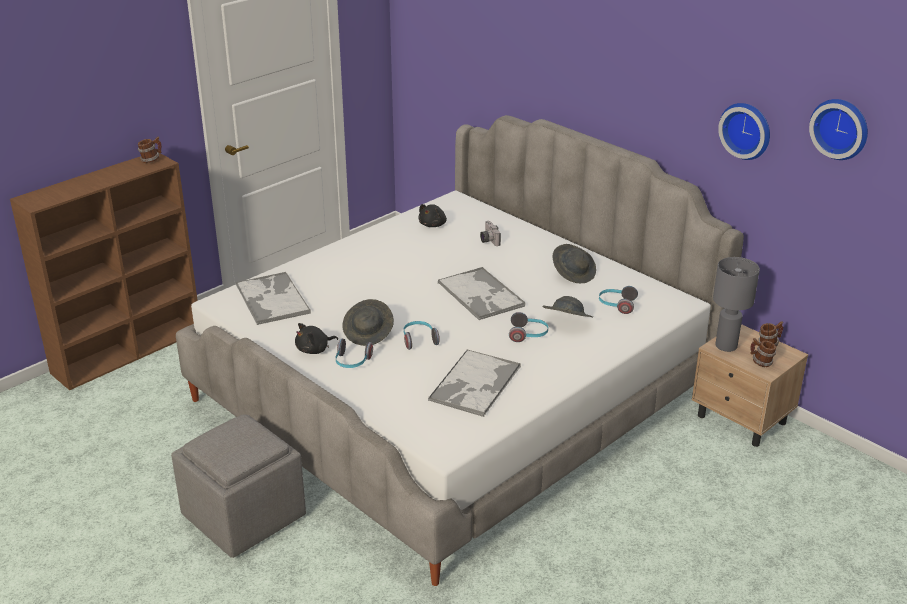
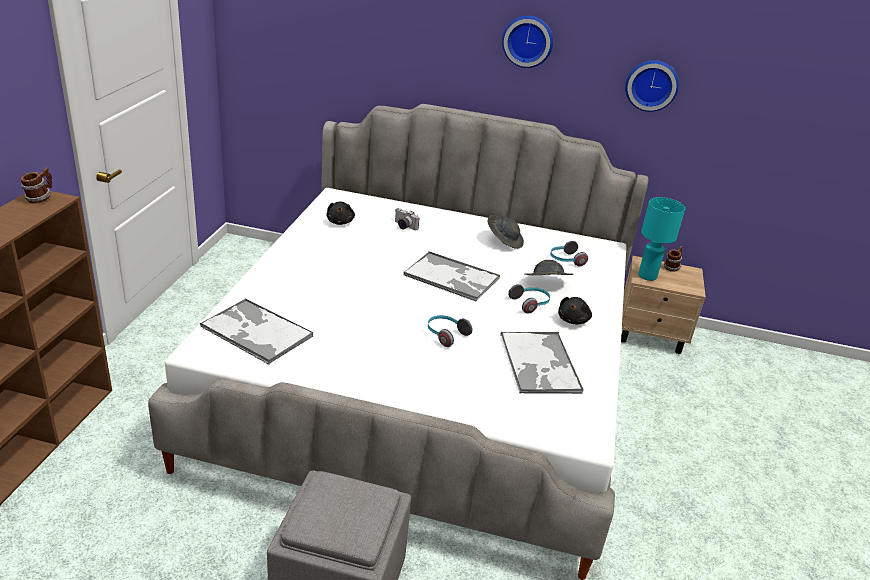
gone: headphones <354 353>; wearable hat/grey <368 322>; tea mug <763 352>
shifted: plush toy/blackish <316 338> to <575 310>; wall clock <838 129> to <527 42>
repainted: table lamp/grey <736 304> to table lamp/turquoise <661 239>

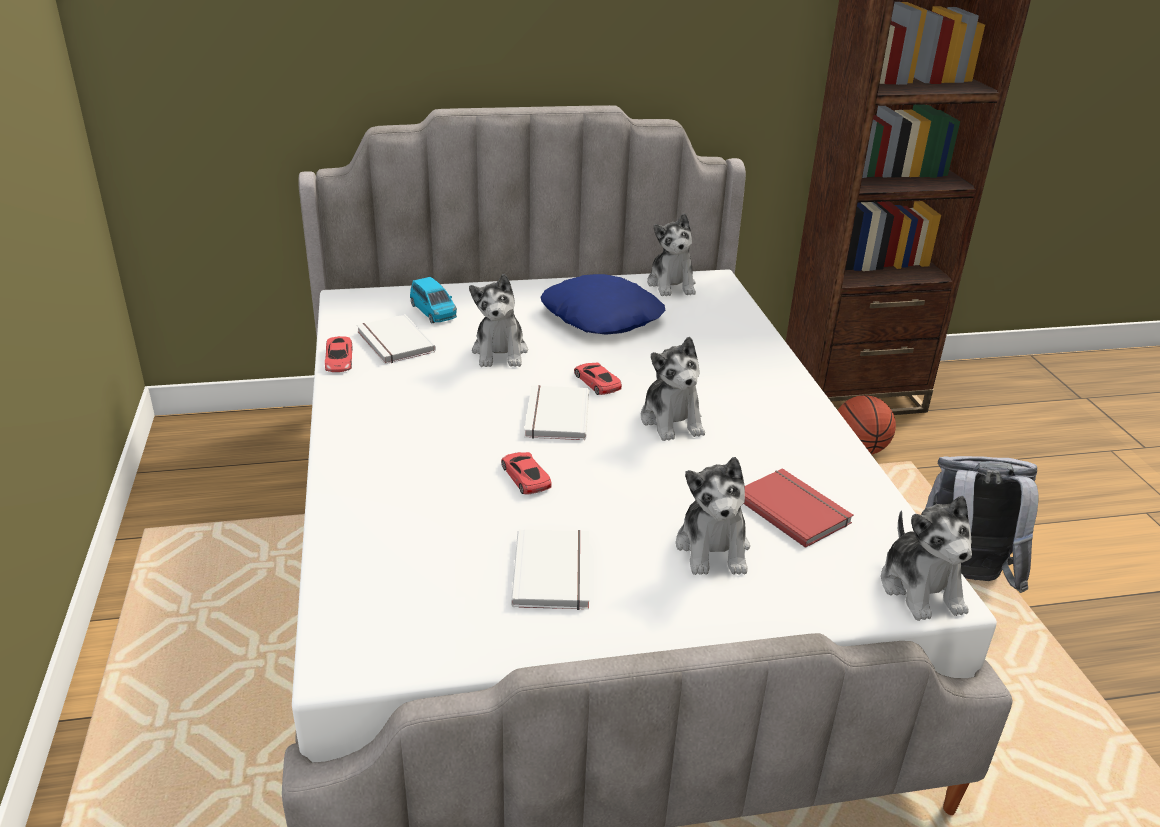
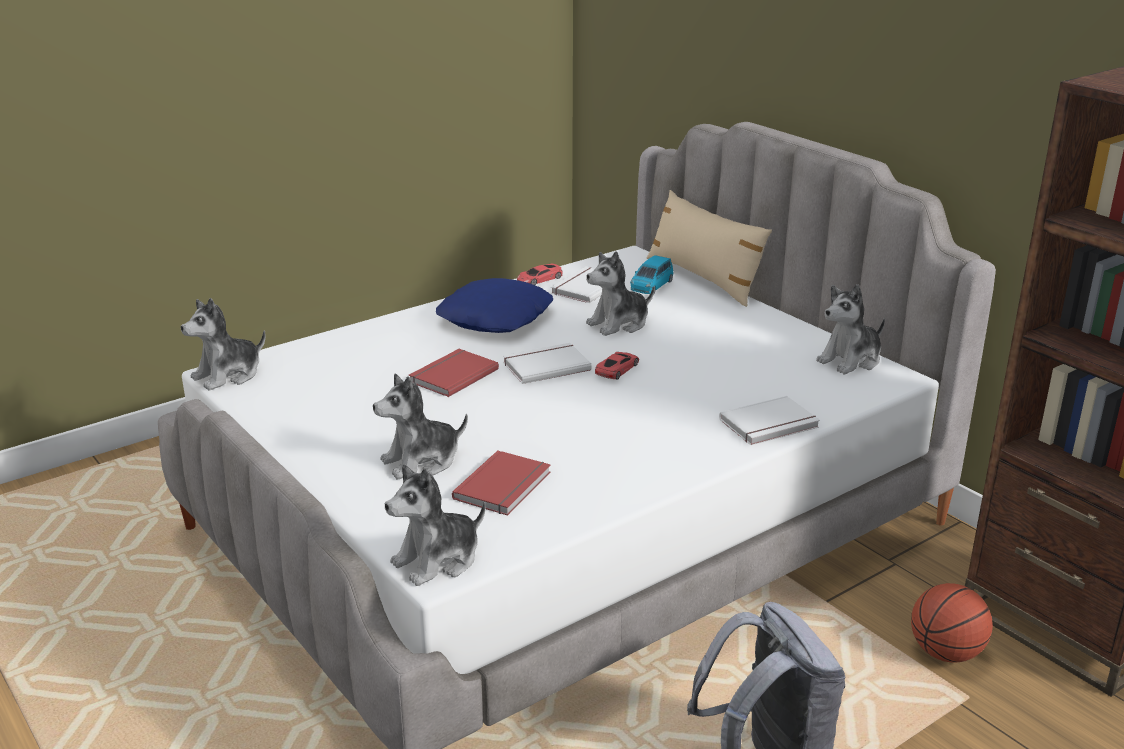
new: pillow/beige <709 248>
shifted: book/white <550 569> to <769 420>; pillow/blue <603 304> to <494 305>; plush toy <673 389> to <223 344>
swapped: miniature car/reddish <526 473> to book/reddish <454 373>

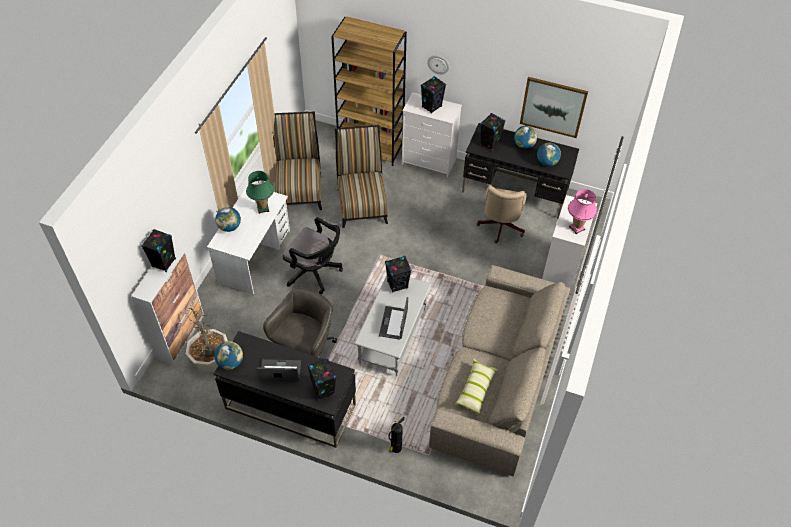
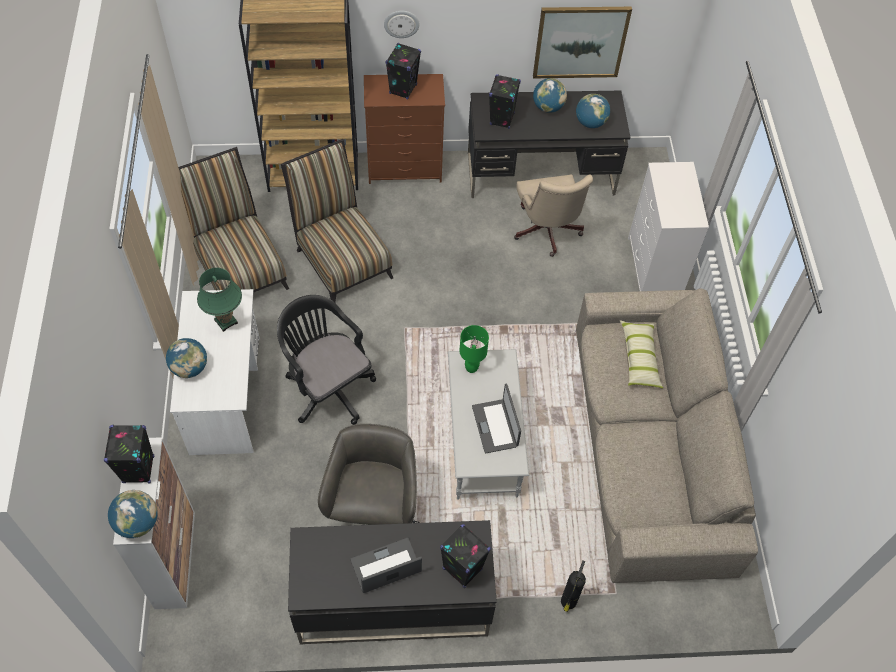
gone: plant in a pot <207 339>; table lamp/pink <582 211>
shifted: desk globe <228 355> to <133 514>; pillow <476 386> to <641 354>
swapped: speaker/blackish <398 274> to table lamp/green-coloured <474 349>
repainted: drawer chest/white <432 134> to drawer chest/brown <404 129>
rotated: desk chair/blackish <313 255> = <326 360> 135 degrees counterclockwise

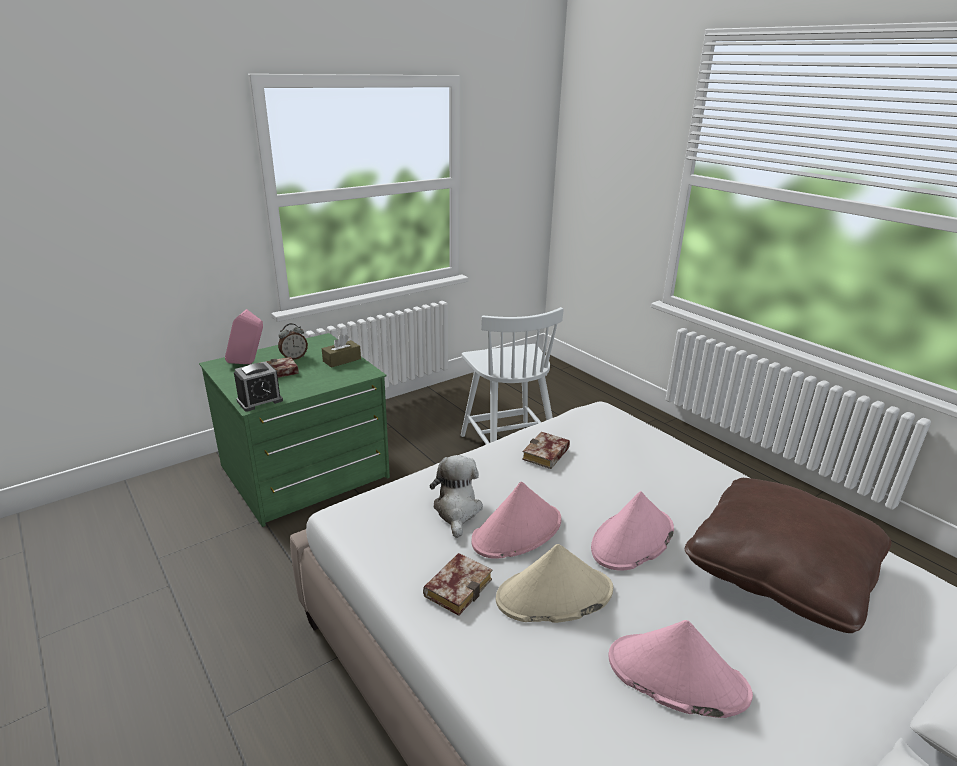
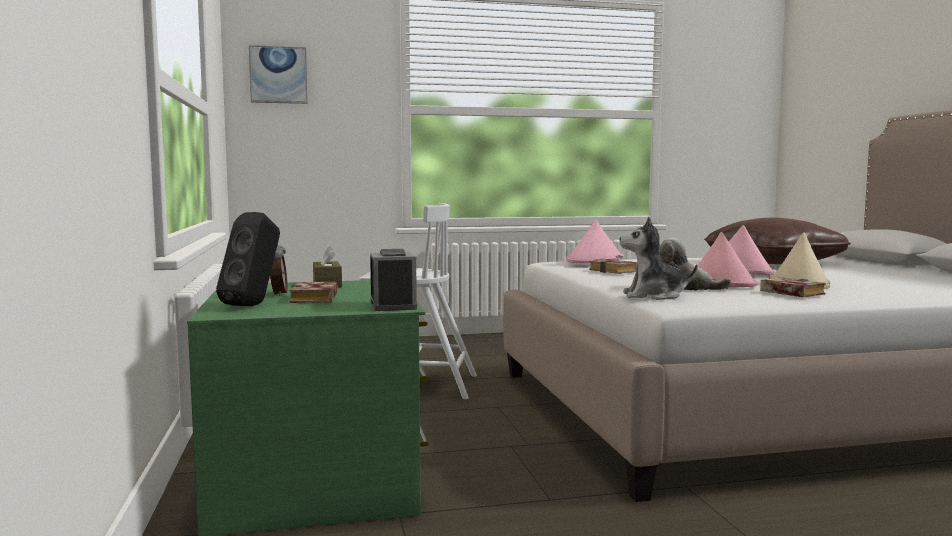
new: wall art <278 74>; plush toy <658 258>
shifted: wearable hat/pink <680 669> to <595 241>
repainted: speaker/pink <244 336> to speaker/blackish <248 259>

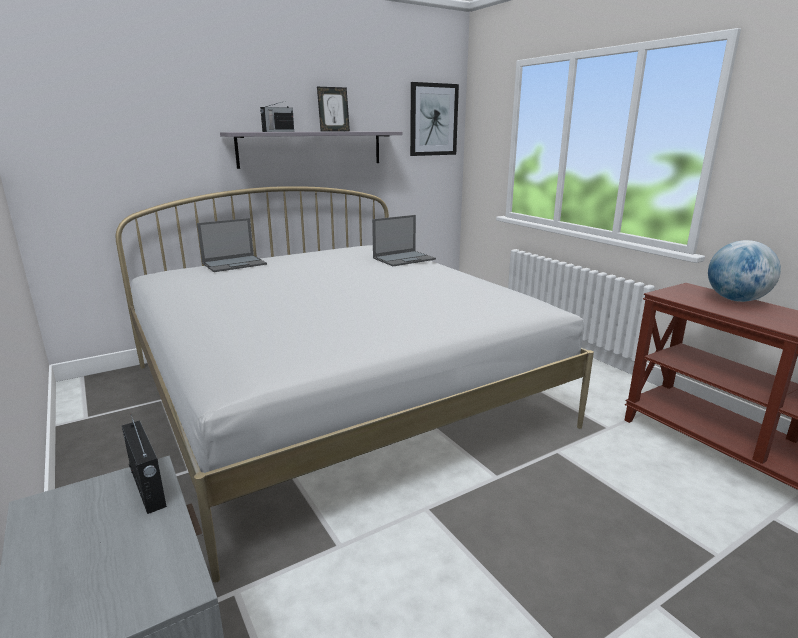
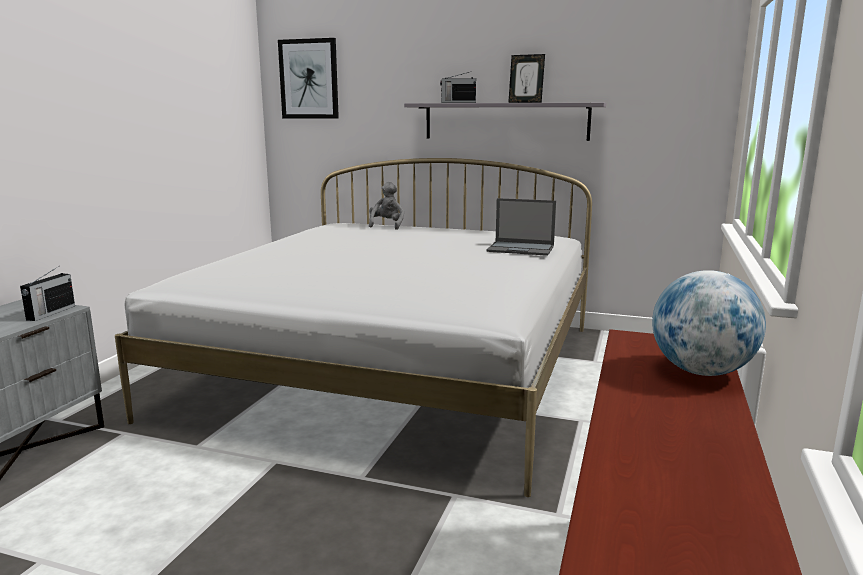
shifted: wall art <434 119> to <308 78>
swapped: notebook computer <232 245> to plush toy/grey <386 206>

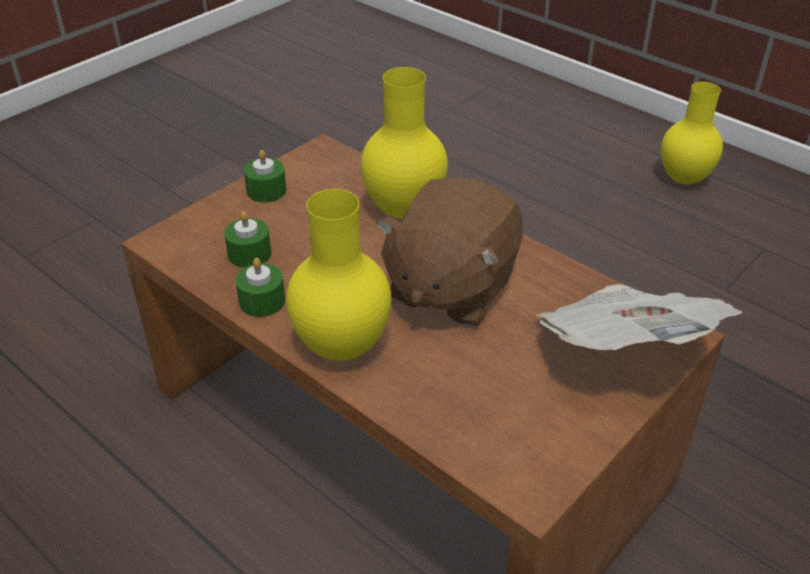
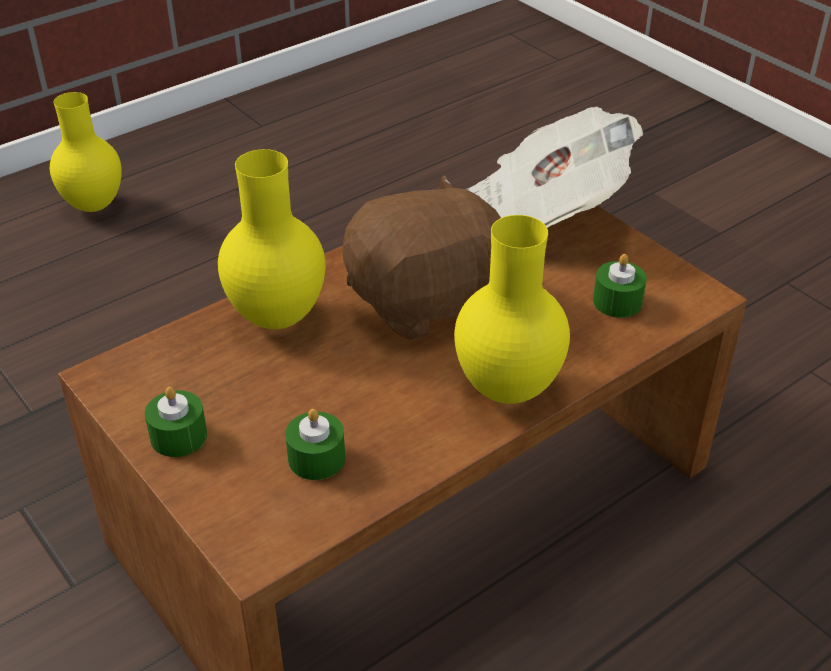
shifted: wax candle/green-coloured <260 287> to <620 286>
rotated: plush toy/brown <449 251> = <421 257> 60 degrees counterclockwise

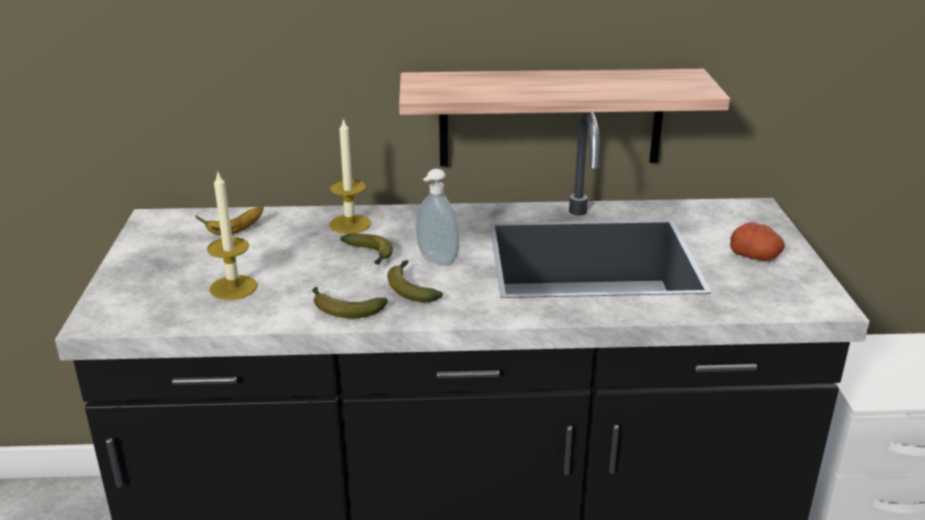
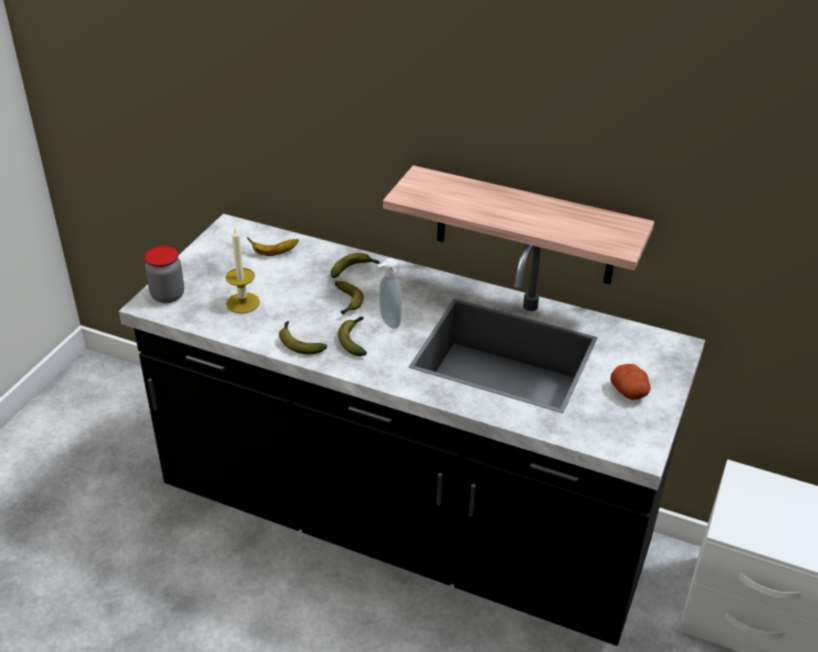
new: jar <164 274>
swapped: wax candle <350 176> to banana <355 265>

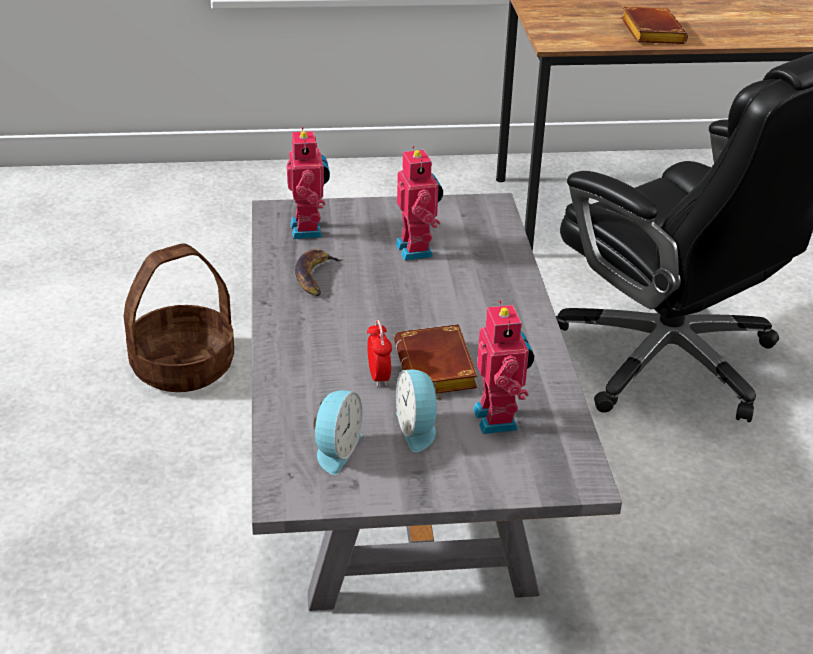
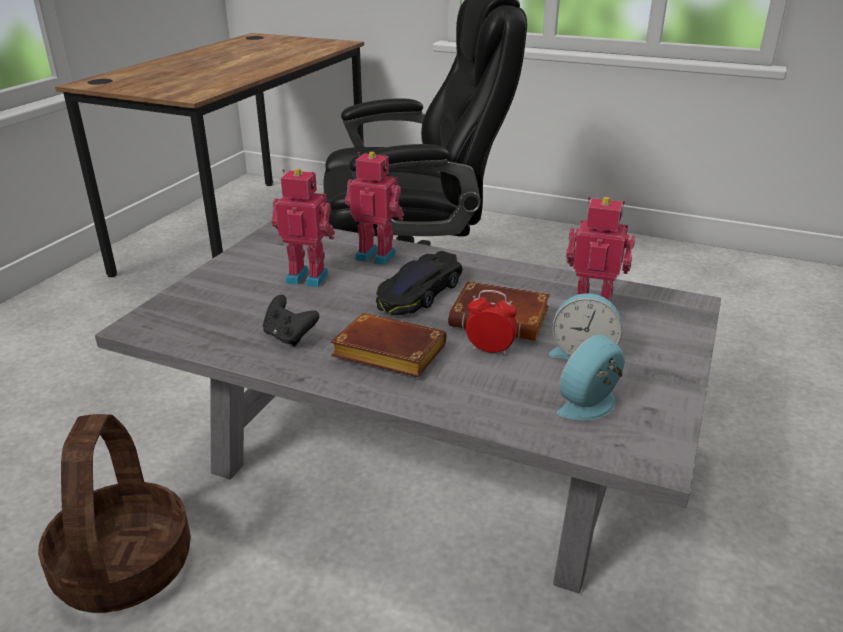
new: miniature car/blackish <419 283>
shifted: model robot <308 183> to <374 208>; book/brown <654 25> to <389 345>
swapped: banana <319 272> to joypad/blackish <291 321>
rotated: table clock <337 432> = <591 377> 90 degrees counterclockwise

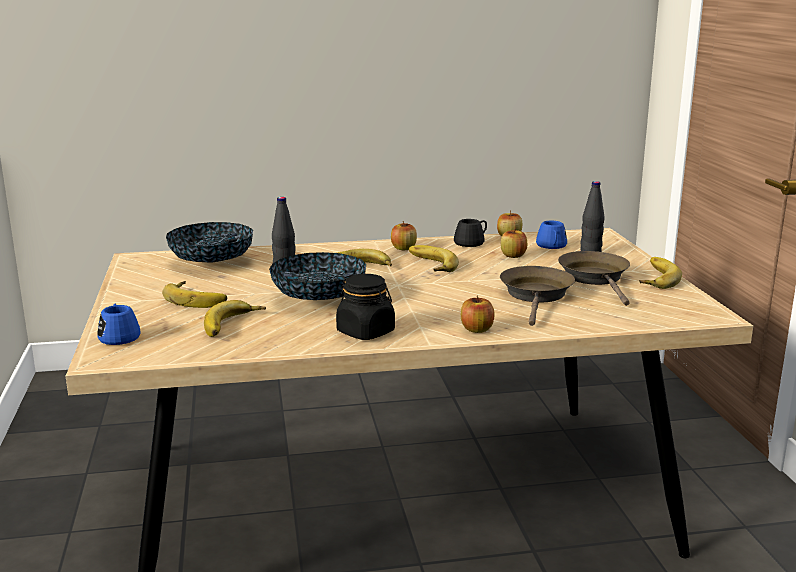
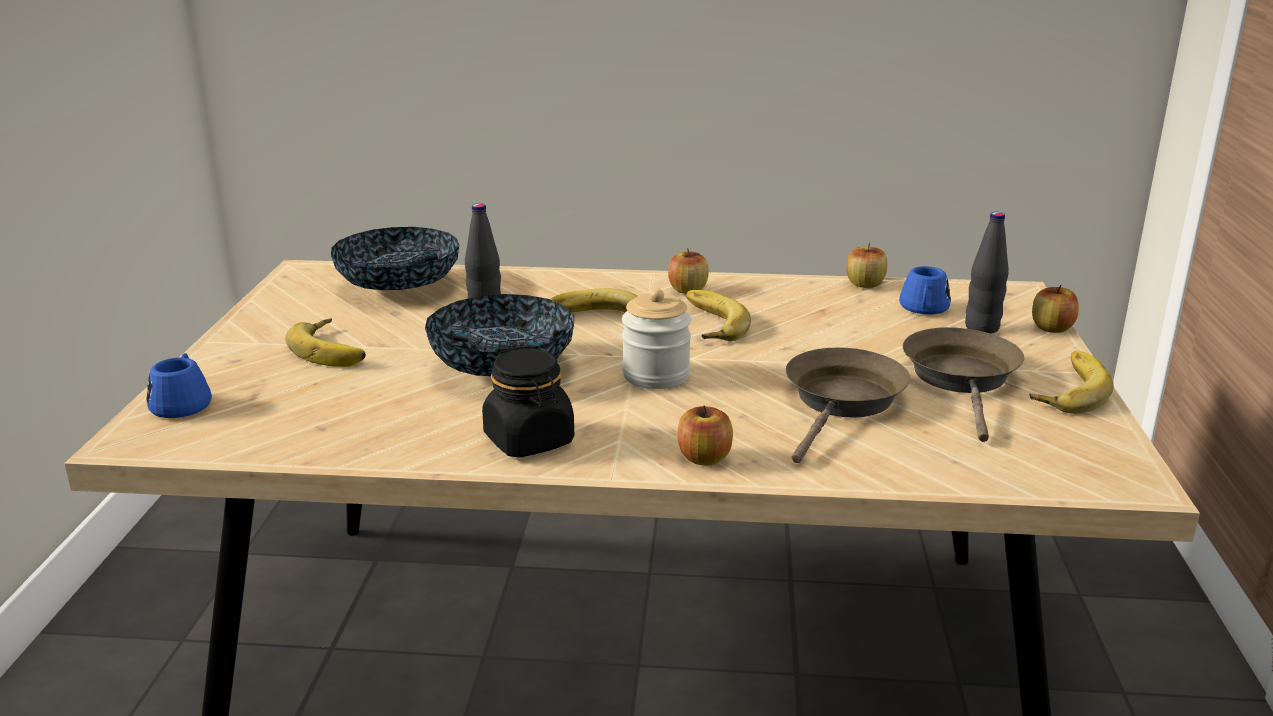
gone: banana <235 318>; tea mug/blackish <470 233>
new: jar <656 338>
shifted: apple <514 243> to <1055 309>

